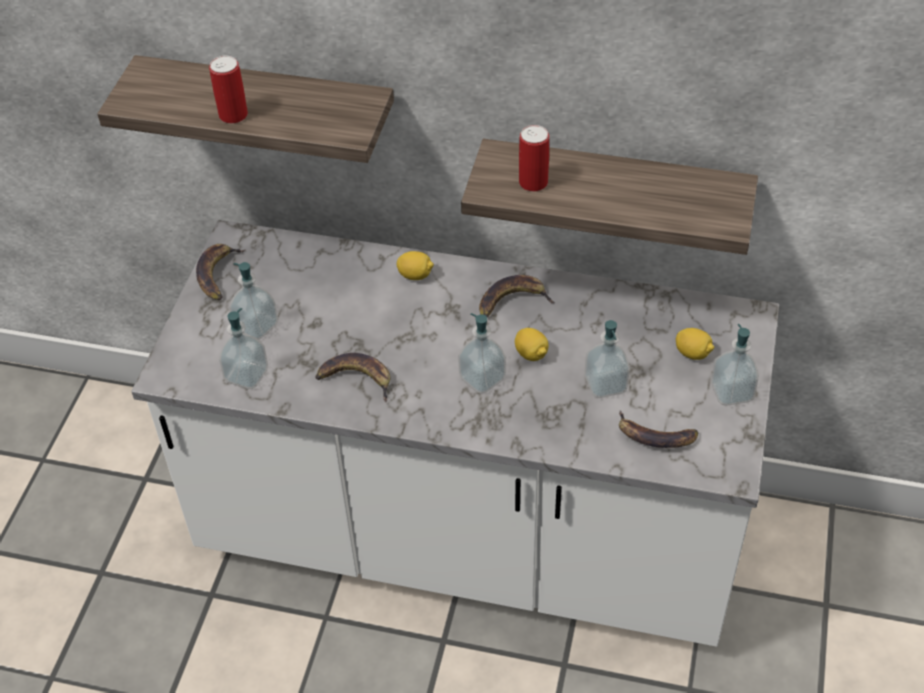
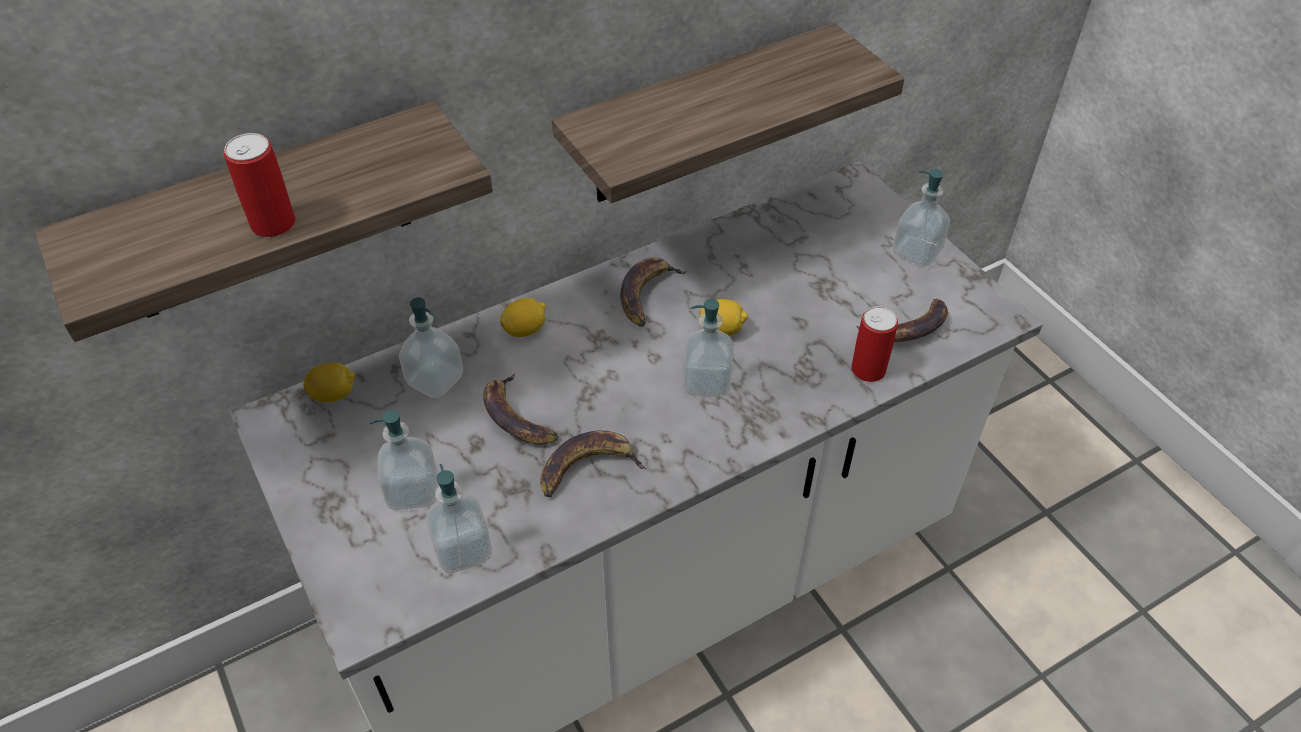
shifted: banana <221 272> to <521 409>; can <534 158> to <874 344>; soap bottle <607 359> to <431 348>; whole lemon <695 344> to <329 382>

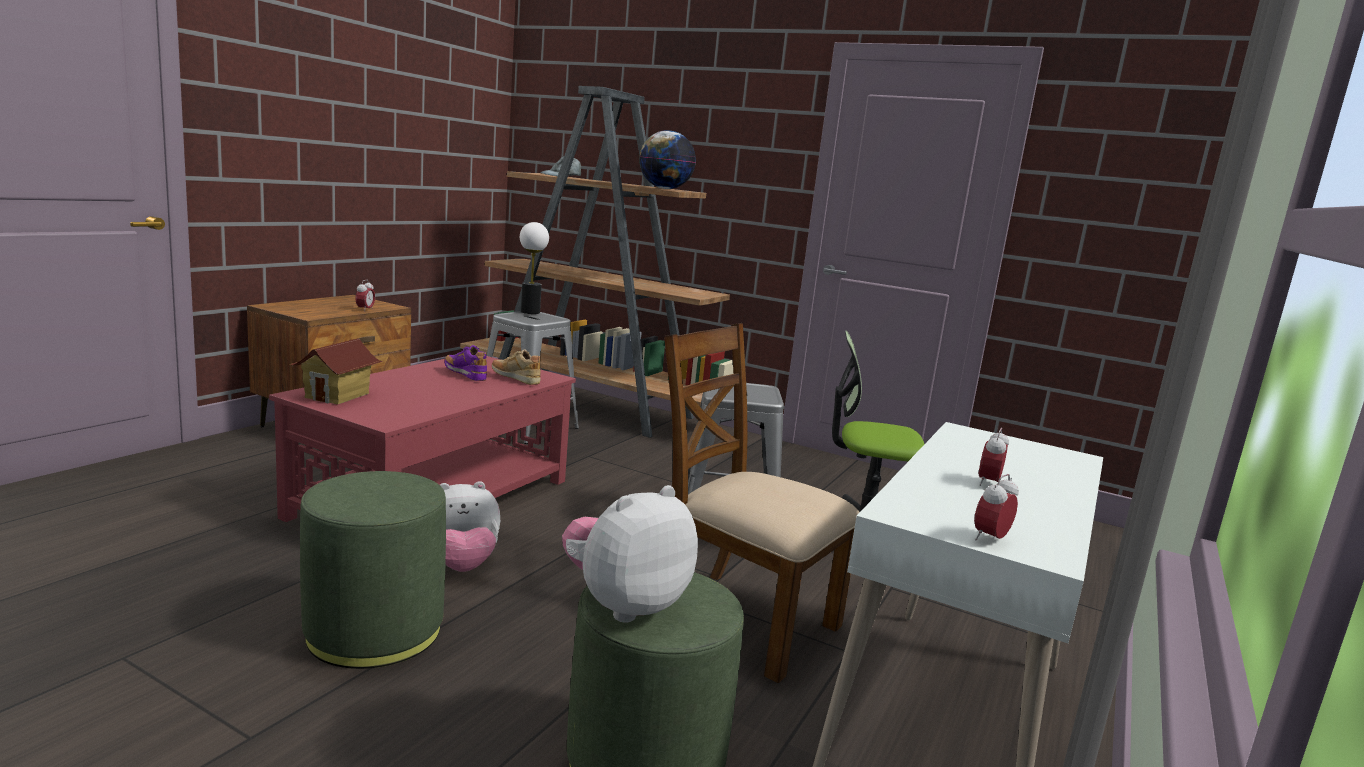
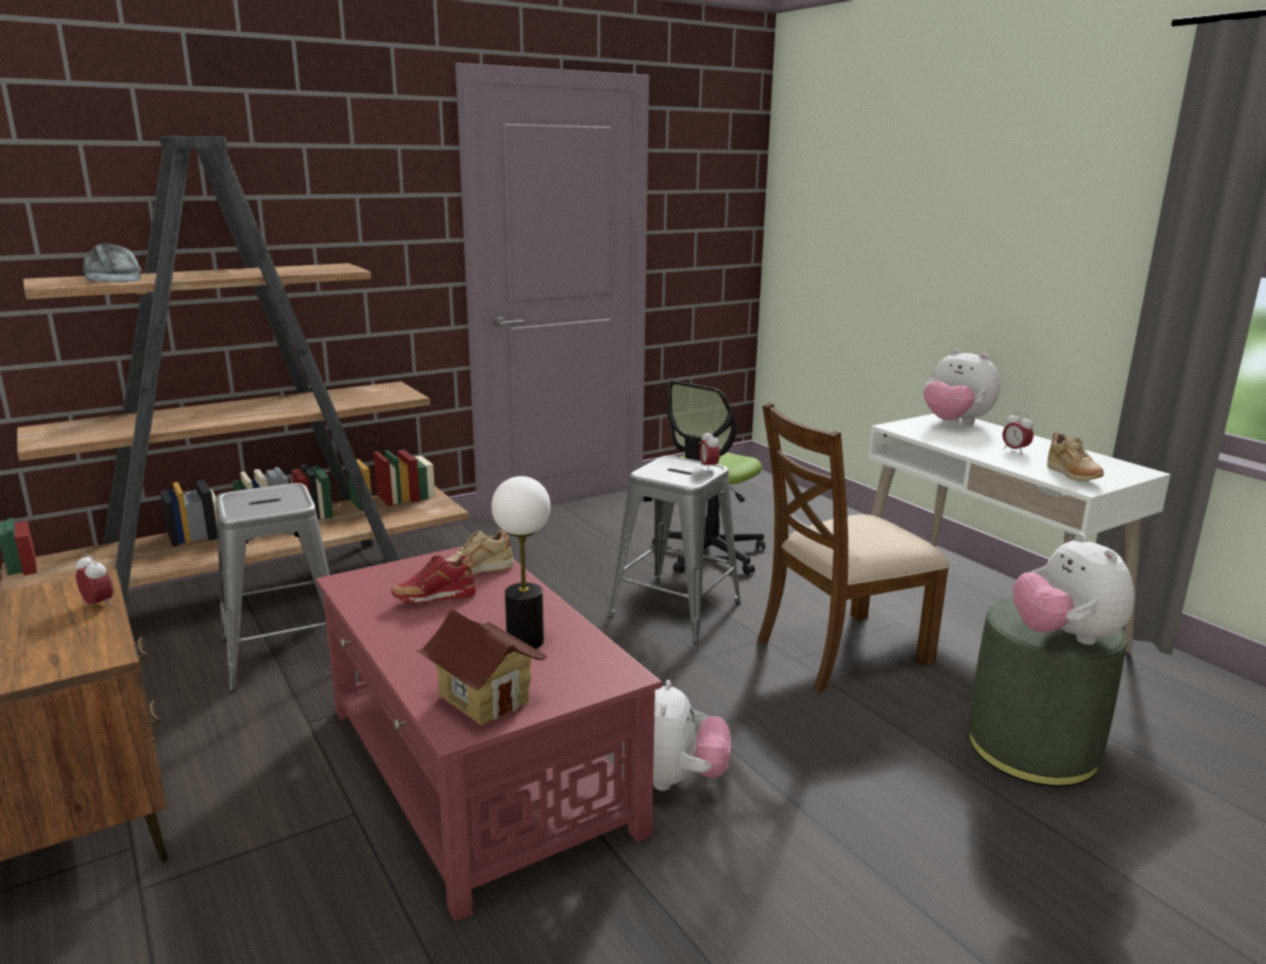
gone: ottoman/green-coloured <373 570>; desk globe <667 159>
new: plush toy <962 386>; item of footwear/beige <1075 456>
shifted: table lamp <534 268> to <521 562>; table clock <996 507> to <709 450>
repainted: item of footwear/purple-coloured <466 363> to item of footwear/reddish <433 579>

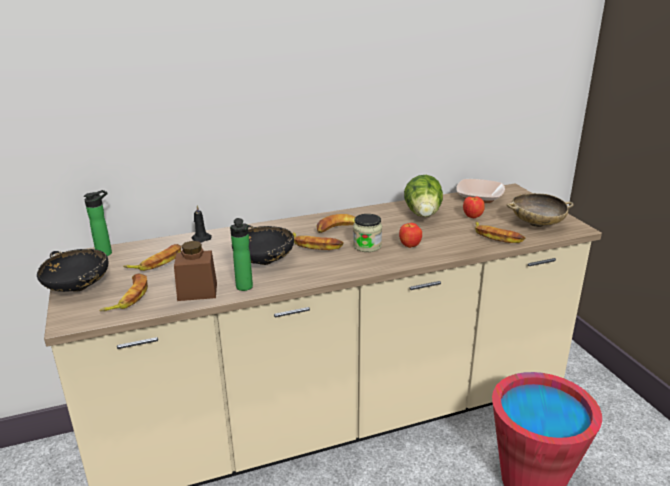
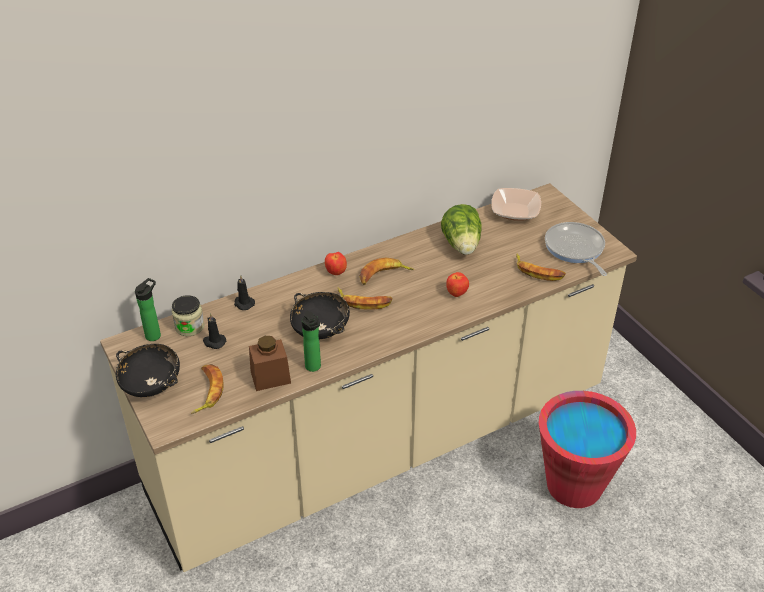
shifted: jar <367 233> to <188 315>; apple <474 207> to <336 263>
swapped: banana <152 257> to wax candle/blackish <214 331>; serving bowl/beige <540 210> to skillet <576 249>

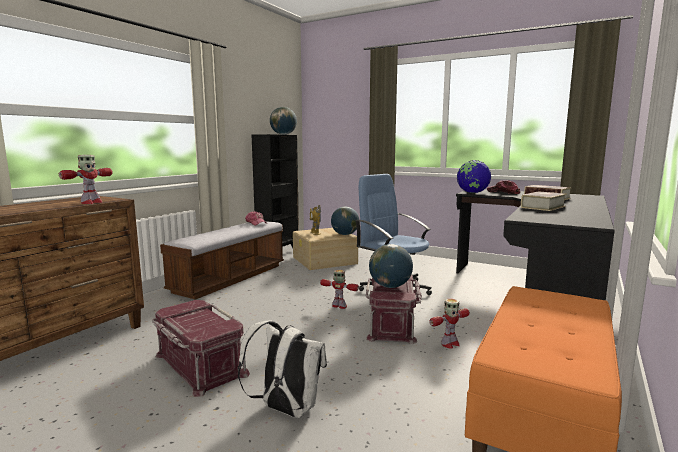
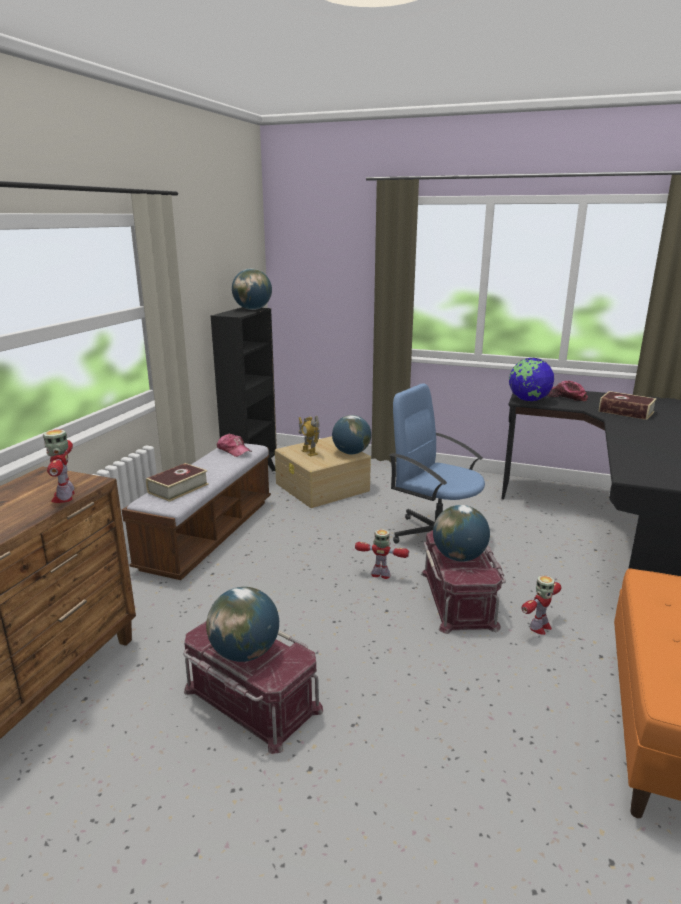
gone: rucksack/white <282 369>
new: desk globe <242 624>
shifted: book <544 201> to <177 482>
rotated: model robot <86 179> = <59 466> 150 degrees clockwise

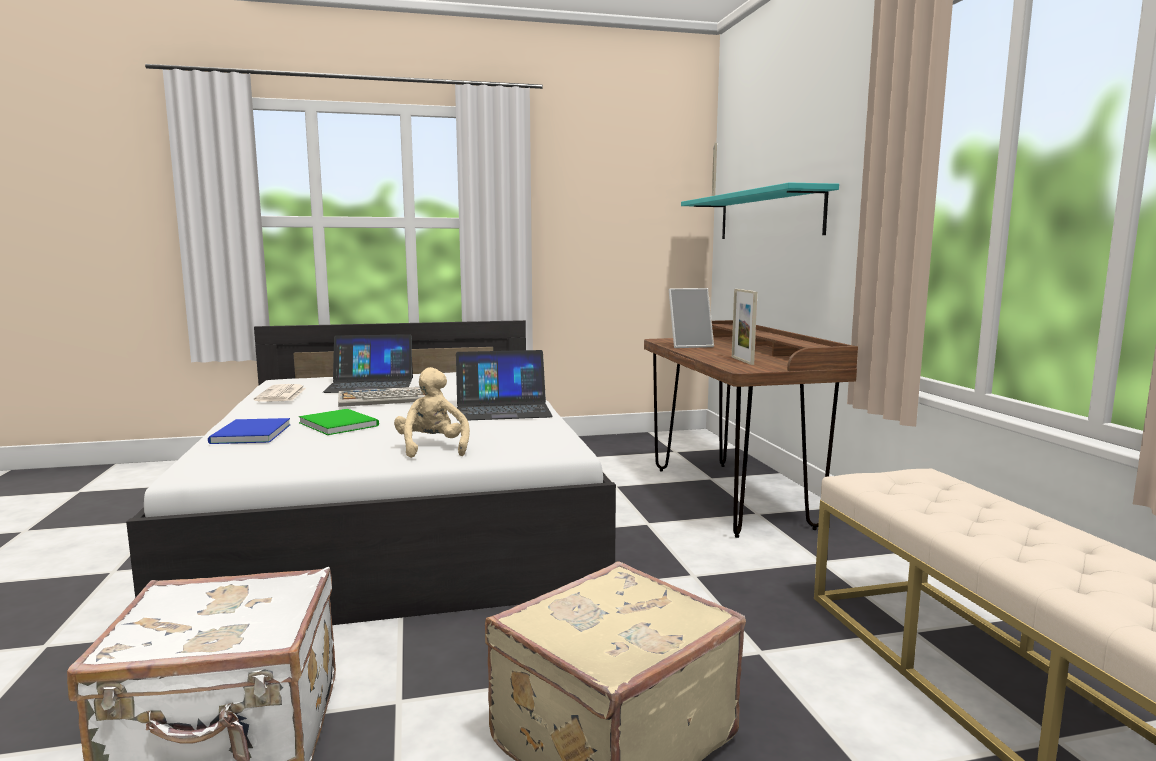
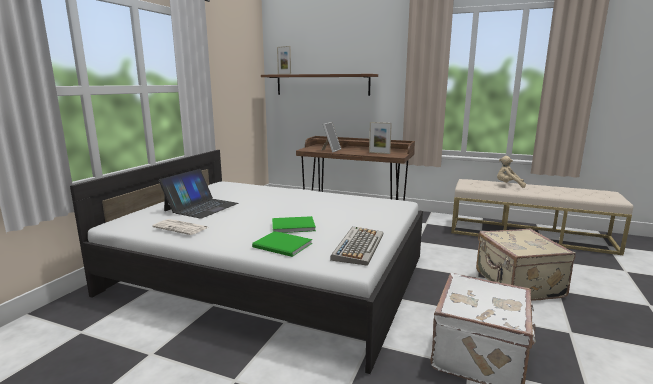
gone: notebook computer <504 385>
shifted: computer keyboard <381 397> to <357 246>; plush toy/beige <432 412> to <511 172>
repainted: book/blue <249 431> to book/green-coloured <282 244>; wall shelf/turquoise <760 210> to wall shelf/brown <319 85>

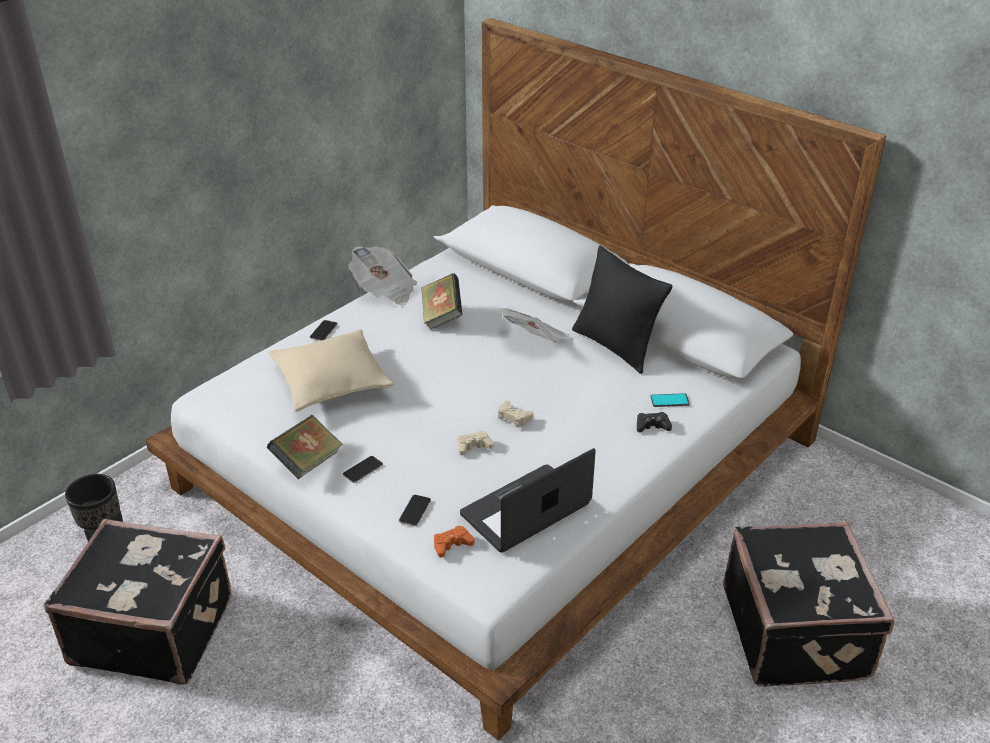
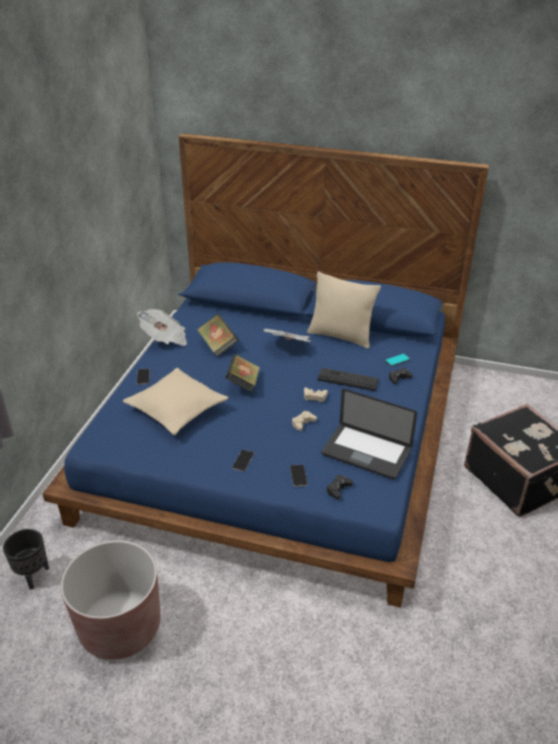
new: computer keyboard <348 379>
shifted: book <305 447> to <242 373>
swapped: piece of luggage/blackish <137 601> to flower pot/brown <110 600>
repainted: bedroom bed/white <515 379> to bedroom bed/blue <265 370>; joypad/orangey <454 541> to joypad/blackish <339 487>; pillow/blackish <622 309> to pillow/beige <344 310>
rotated: notebook computer <528 500> = <369 434> 90 degrees counterclockwise

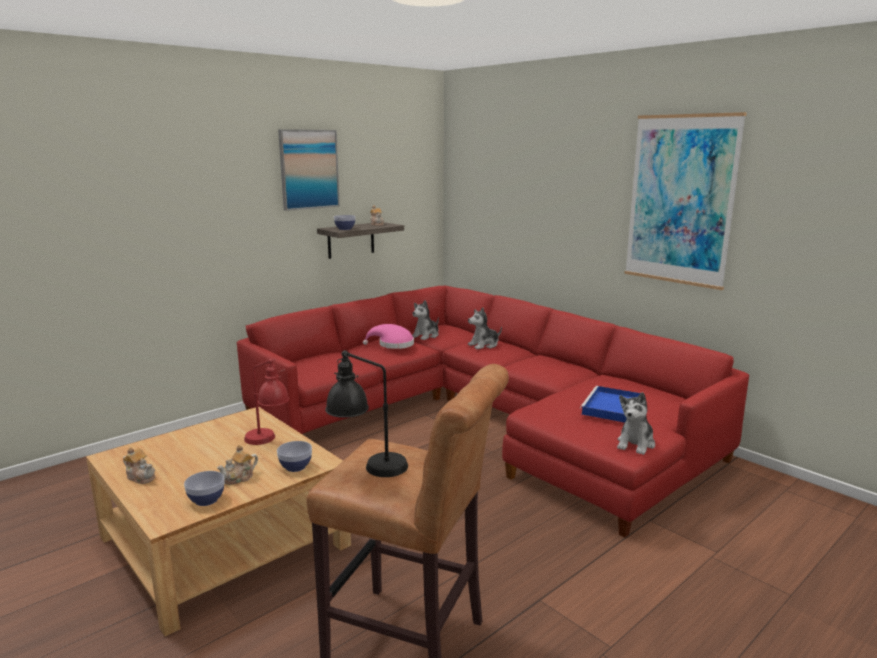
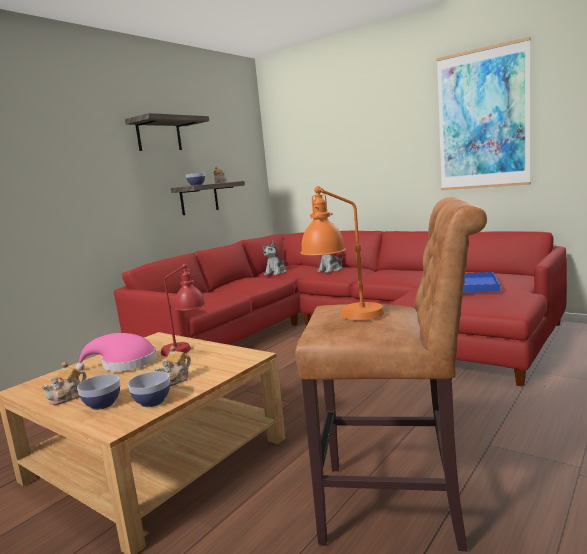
gone: plush toy <636 423>
shifted: serving bowl <294 456> to <98 392>; wearable hat/pink <388 336> to <116 352>
swapped: wall art <309 170> to wall shelf <167 132>
repainted: table lamp/blackish <366 413> to table lamp/orangey <343 253>
rotated: pot for tea <139 465> = <63 383> 105 degrees clockwise

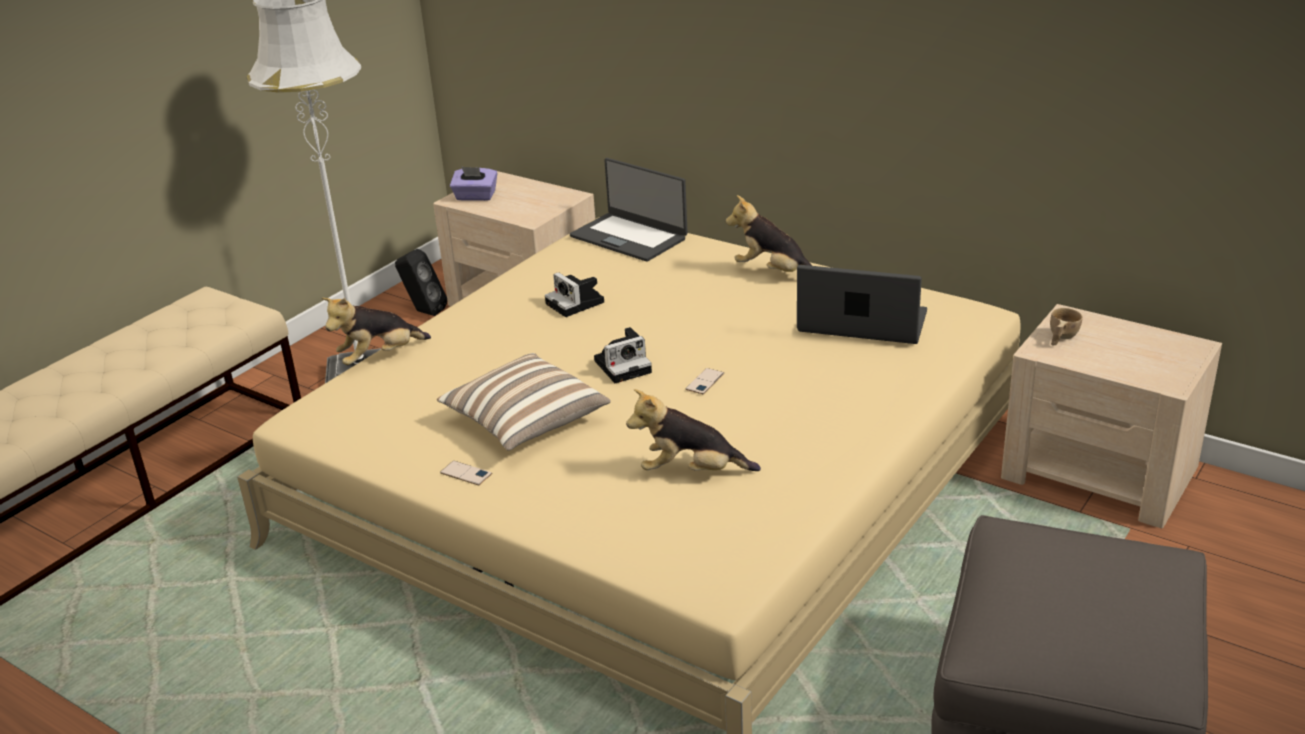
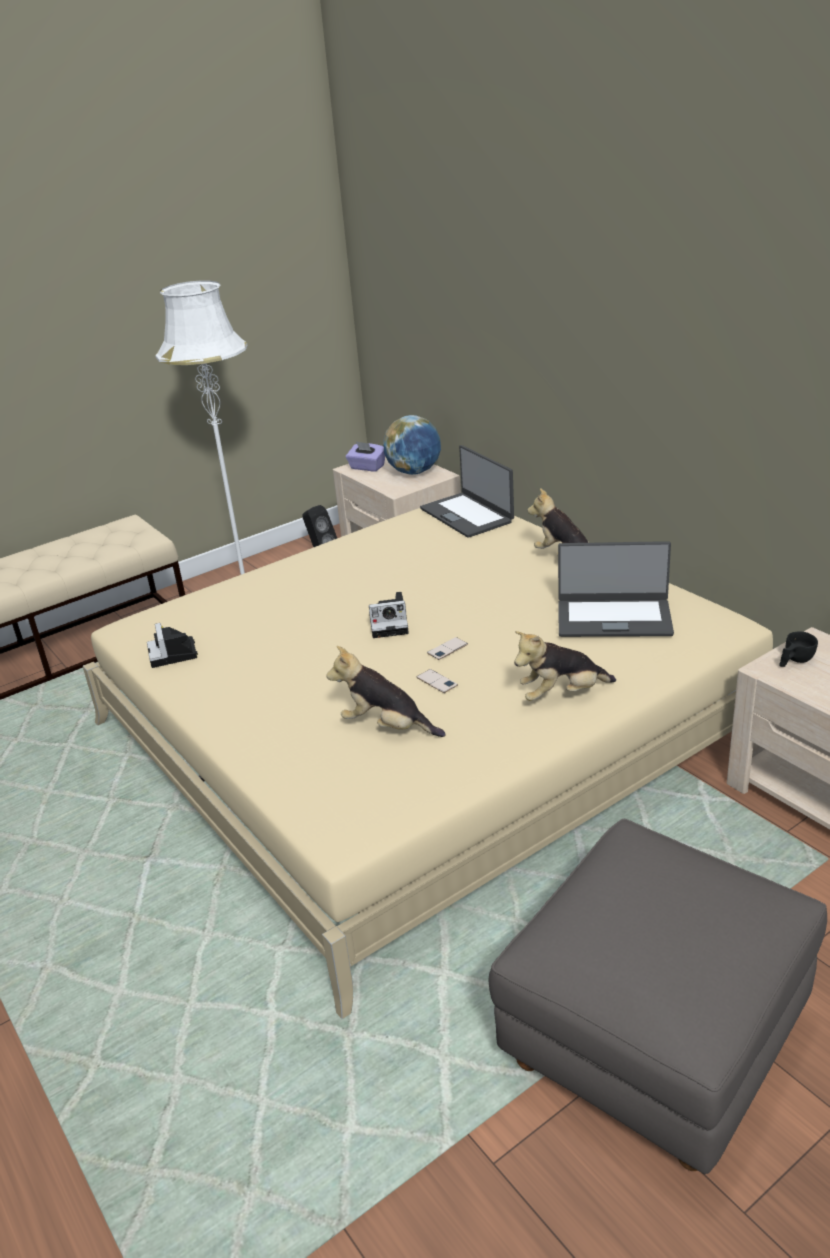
gone: pillow <524 401>
new: desk globe <412 445>
shifted: plush toy <376 331> to <565 666>; handset <466 473> to <437 681>; photo camera <574 294> to <172 645>
repainted: cup/beige <1066 327> to cup/blackish <798 649>
rotated: notebook computer <862 304> = <616 589> 150 degrees clockwise

